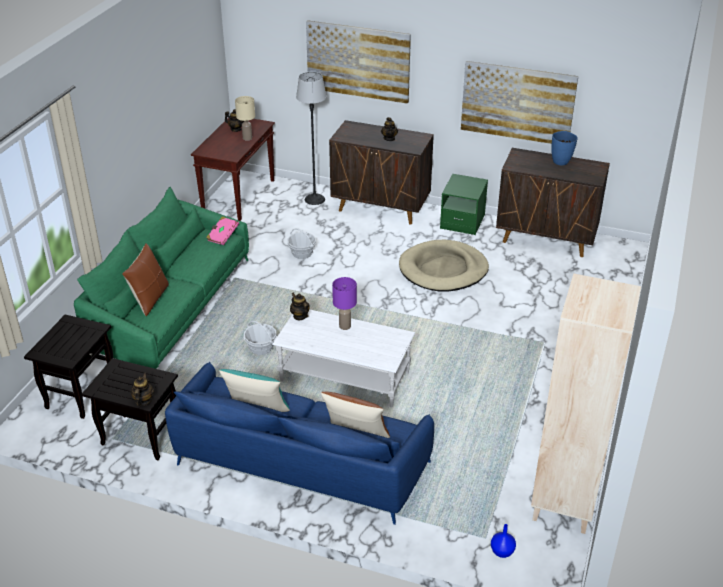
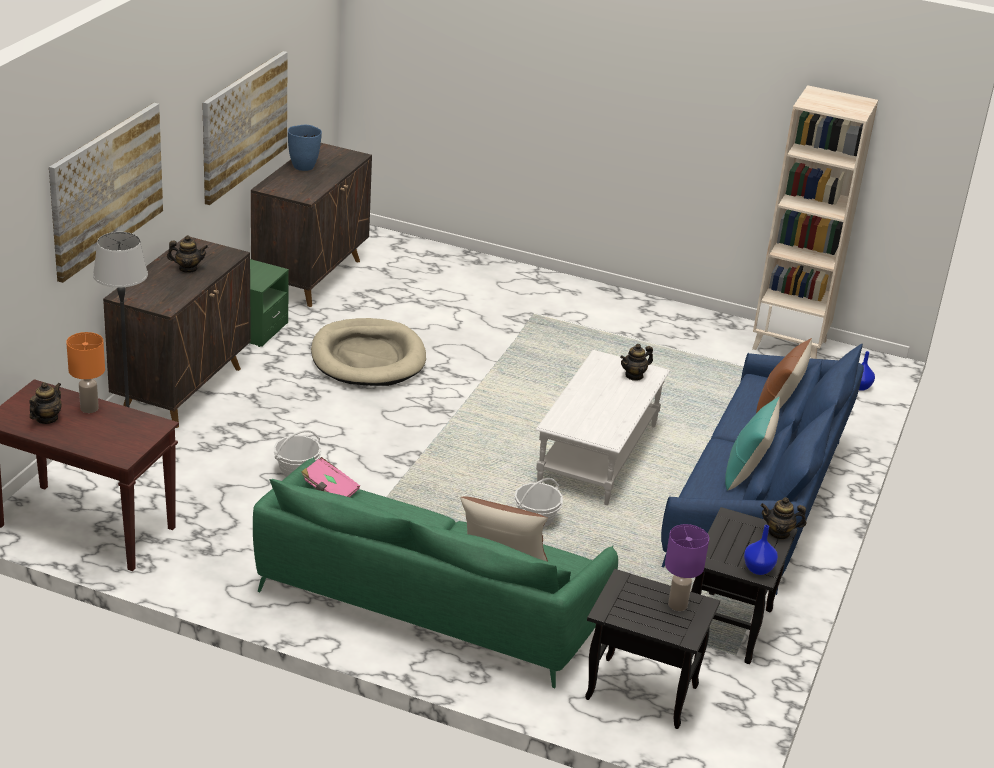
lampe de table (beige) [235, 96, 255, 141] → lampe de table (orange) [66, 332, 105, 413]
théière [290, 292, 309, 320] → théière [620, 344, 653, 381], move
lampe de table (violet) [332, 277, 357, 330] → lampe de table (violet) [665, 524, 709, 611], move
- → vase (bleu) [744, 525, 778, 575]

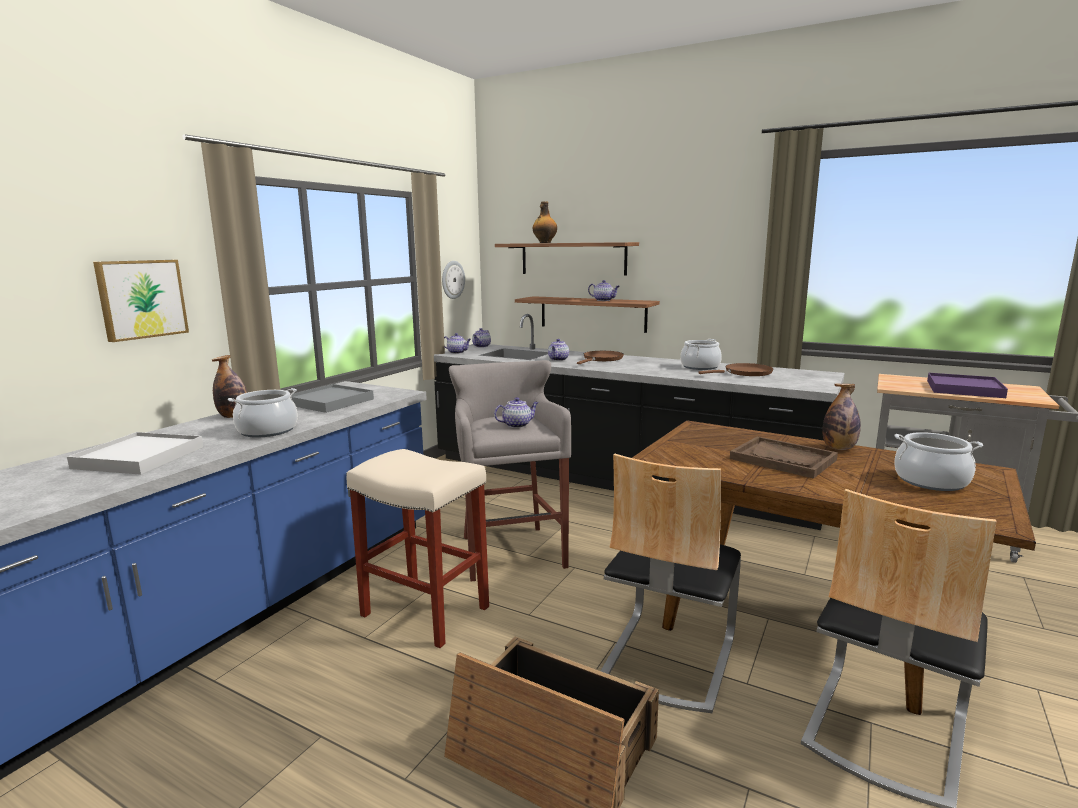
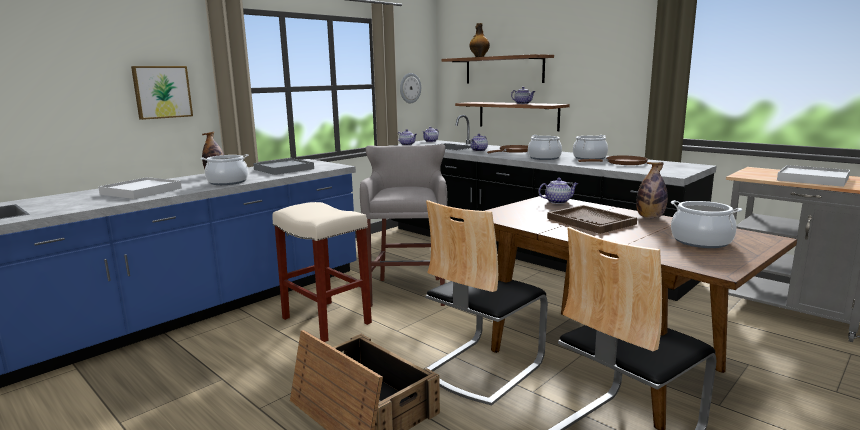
- → marmite [528, 135, 562, 160]
théière [494, 397, 539, 428] → théière [538, 178, 578, 204], move
plateau (violet) [927, 373, 1008, 398] → plateau (blanc) [777, 165, 850, 187]

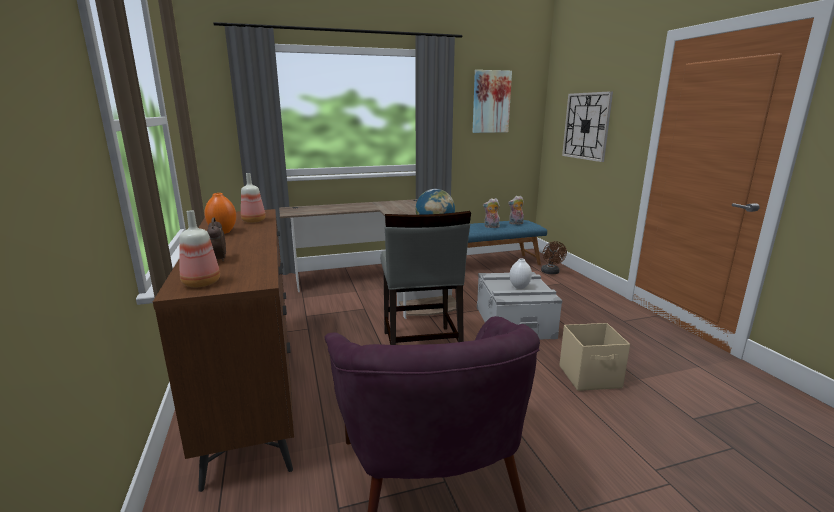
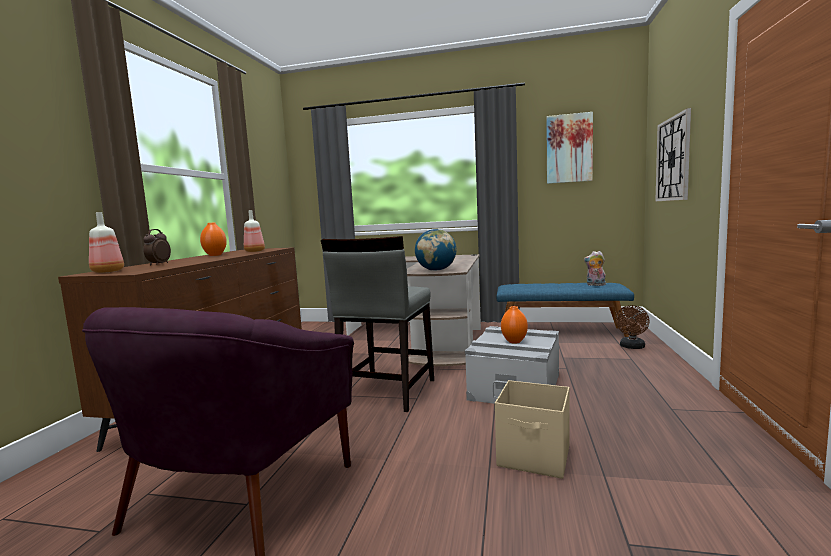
vase (blanc) [509, 259, 532, 289] → vase (orange) [501, 306, 528, 344]
peluche [483, 198, 500, 228] → -

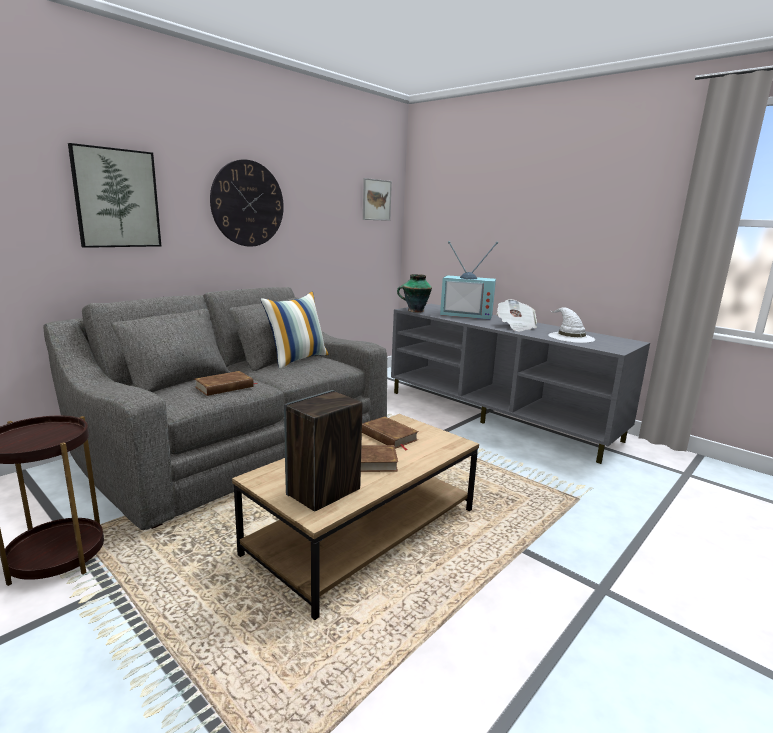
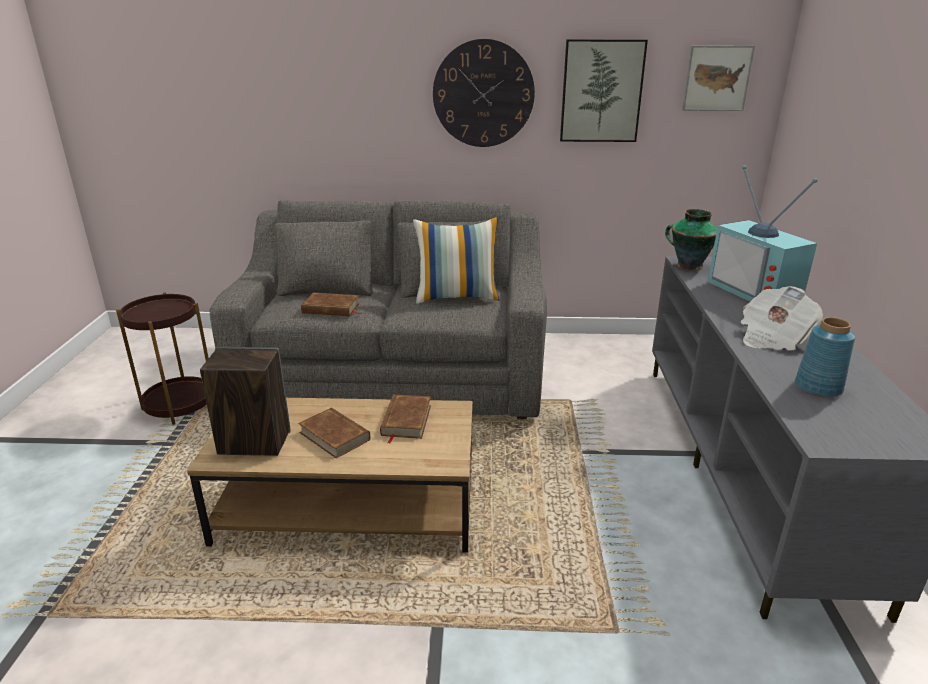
tableau [68, 143, 161, 248] → tableau [560, 39, 648, 142], move
chapeau (blanc) [548, 307, 595, 343] → vase (bleu) [795, 317, 855, 398]

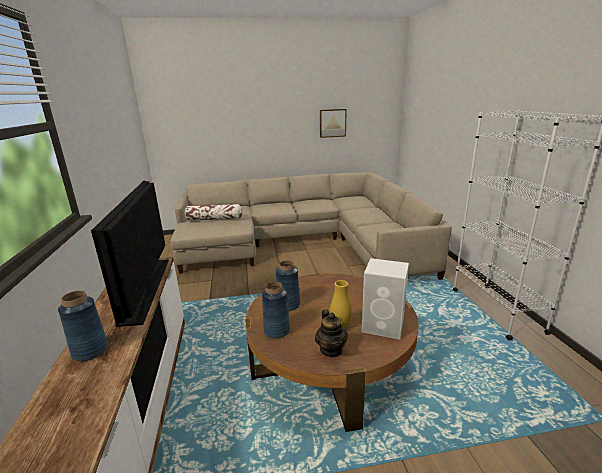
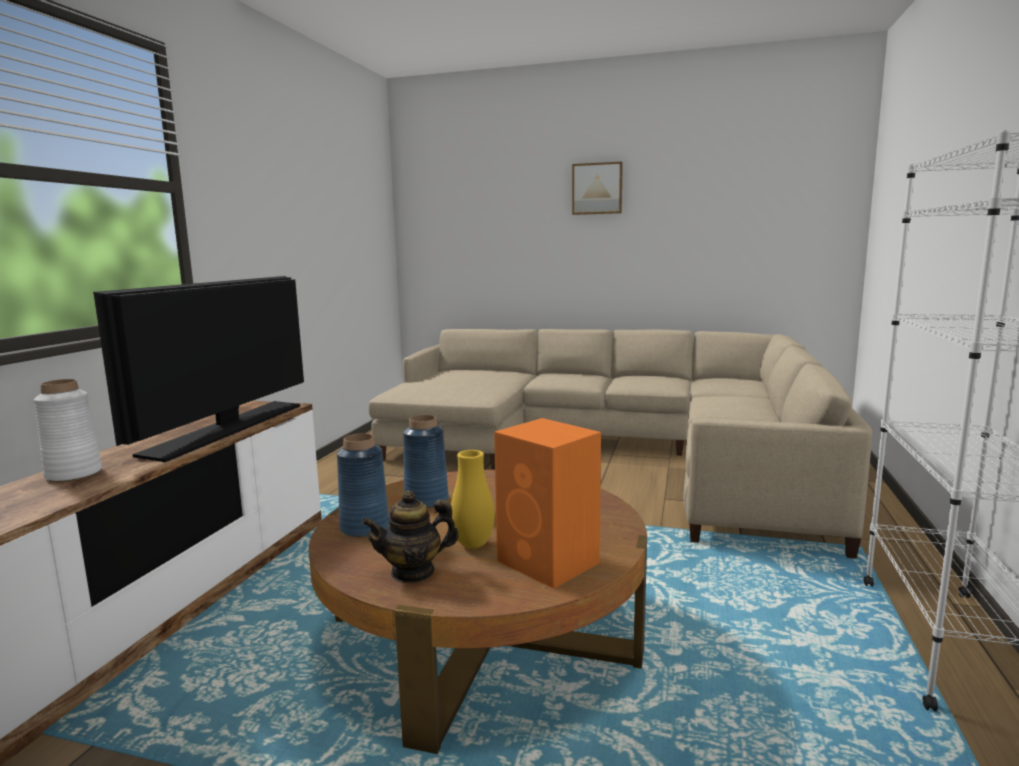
vase (bleu) [58, 291, 108, 361] → vase (blanc) [34, 379, 102, 482]
théière [315, 309, 348, 357] → théière [362, 490, 459, 583], 60 degrees clockwise
enceinte (blanc) [362, 258, 409, 340] → enceinte (orange) [494, 418, 601, 589]
tableau [320, 109, 347, 138] → tableau [572, 162, 623, 215], move
coussin [185, 204, 242, 221] → -

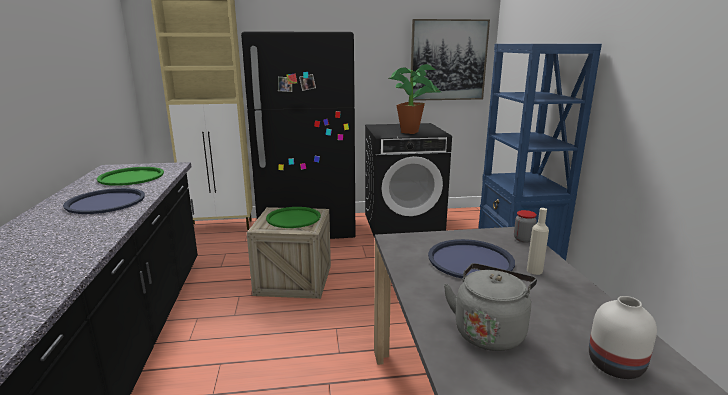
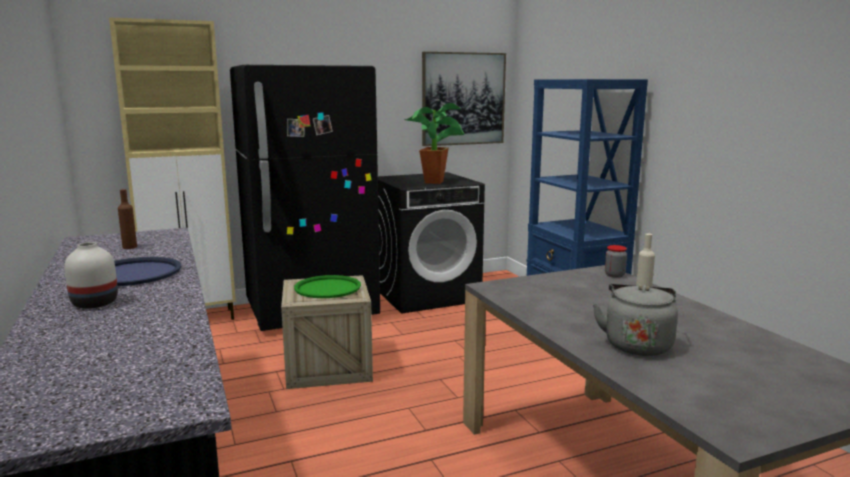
vase (blanc) [589, 296, 657, 379] → vase (blanc) [64, 242, 118, 309], move
plateau (vert) [97, 167, 164, 186] → bouteille (marron) [118, 189, 137, 249]
plateau (bleu) [428, 239, 515, 279] → -

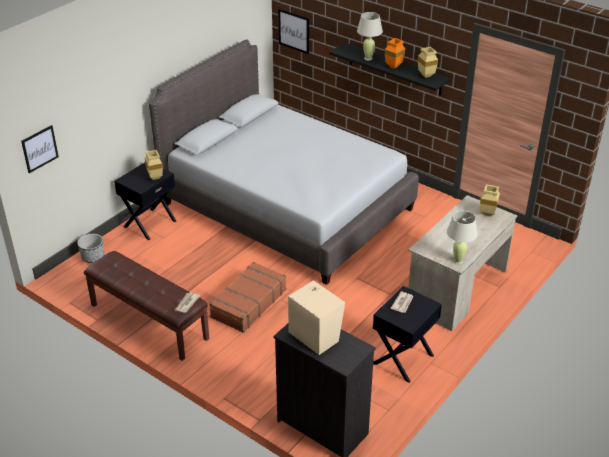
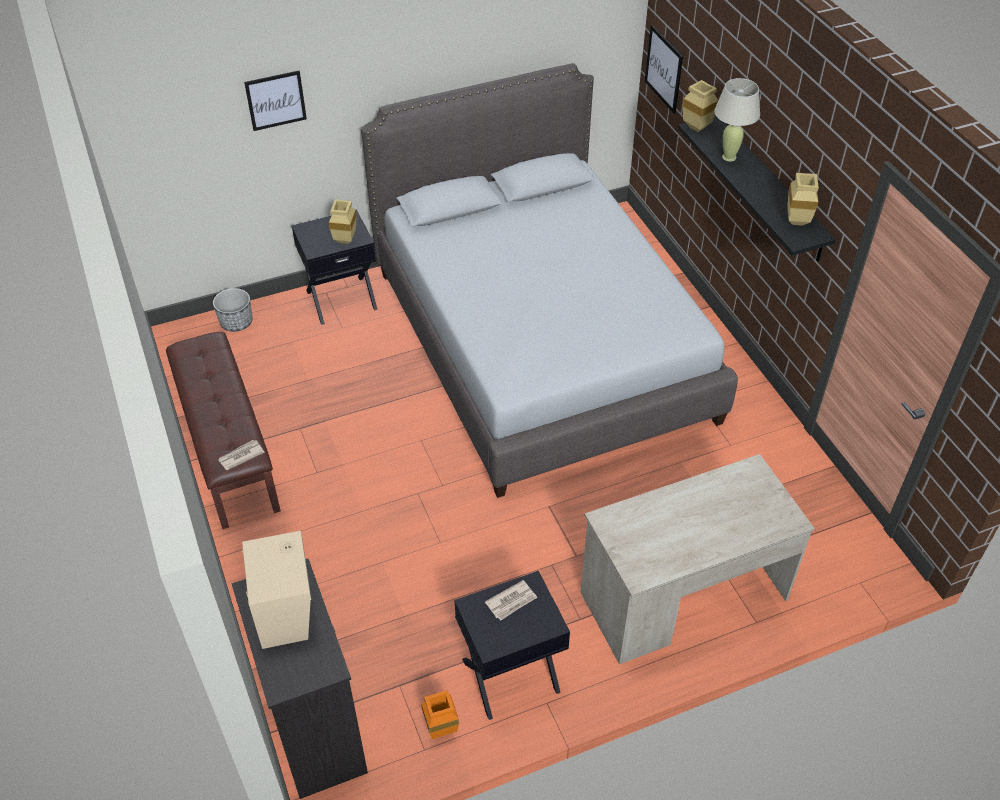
tableau [21, 125, 59, 173] → tableau [244, 71, 307, 131], move
vase (orange) [385, 38, 405, 69] → vase (orange) [421, 690, 459, 739], move
vase (beige) [480, 184, 500, 216] → vase (beige) [683, 80, 718, 132], move
valise (marron) [209, 262, 286, 333] → -
lampe de table (beige) [447, 211, 478, 264] → -

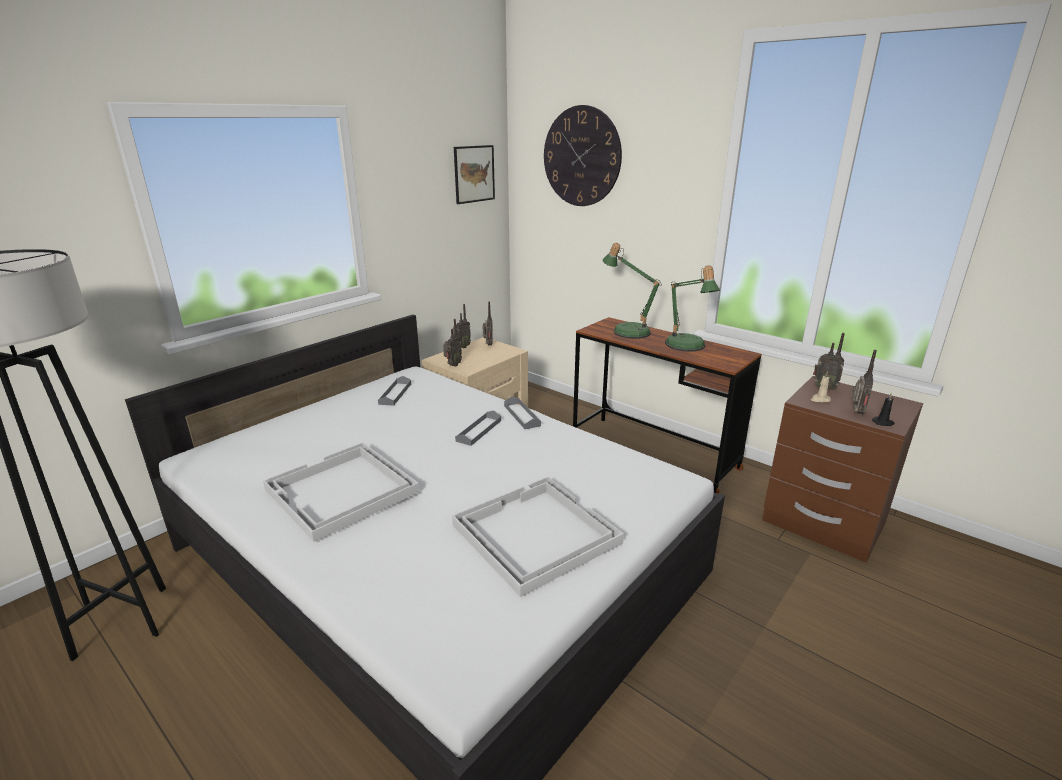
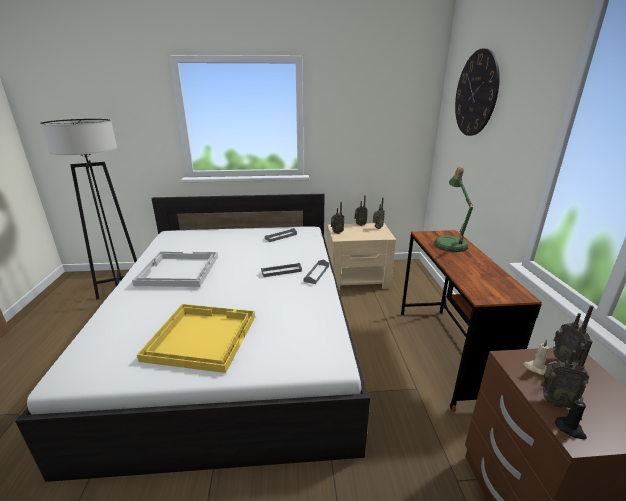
plateau (blanc) [452, 477, 624, 597] → plateau (jaune) [137, 304, 255, 373]
radio [852, 350, 877, 415] → radio [541, 339, 593, 408], 45 degrees clockwise
tableau [454, 145, 495, 204] → -
lampe de table [665, 265, 720, 351] → -

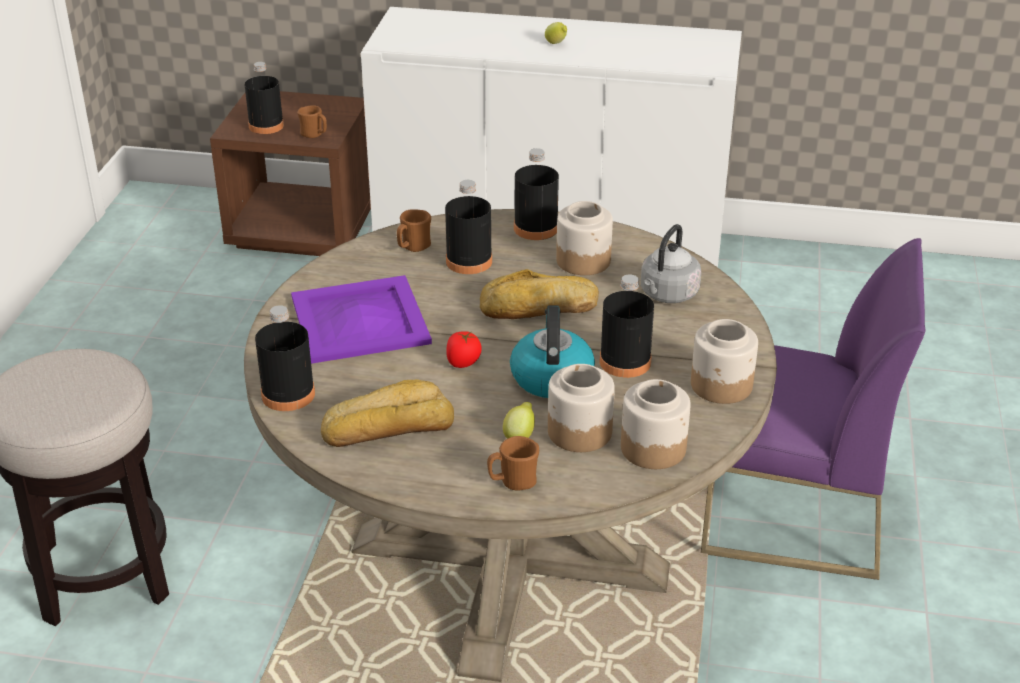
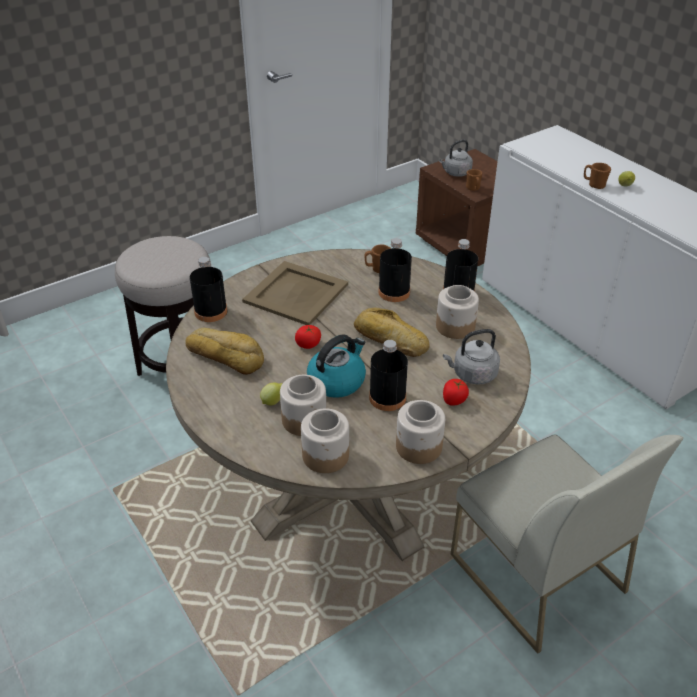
plateau (violet) [291, 275, 432, 364] → plateau (beige) [242, 261, 348, 325]
bouteille (noir) [244, 62, 284, 134] → bouilloire (gris) [439, 140, 473, 177]
- → tomate [443, 379, 469, 406]
chaise (violet) [701, 238, 926, 580] → chaise (blanc) [451, 434, 684, 654]
mug (marron) [487, 436, 539, 491] → mug (marron) [584, 163, 611, 189], move

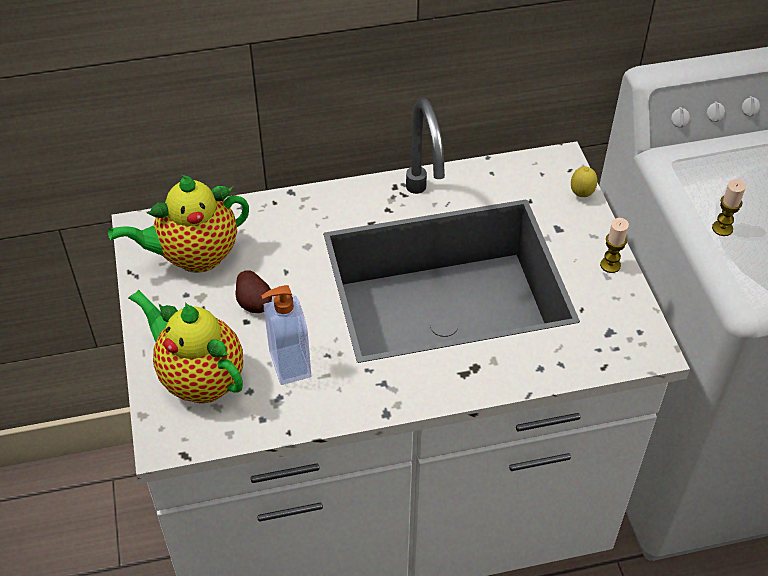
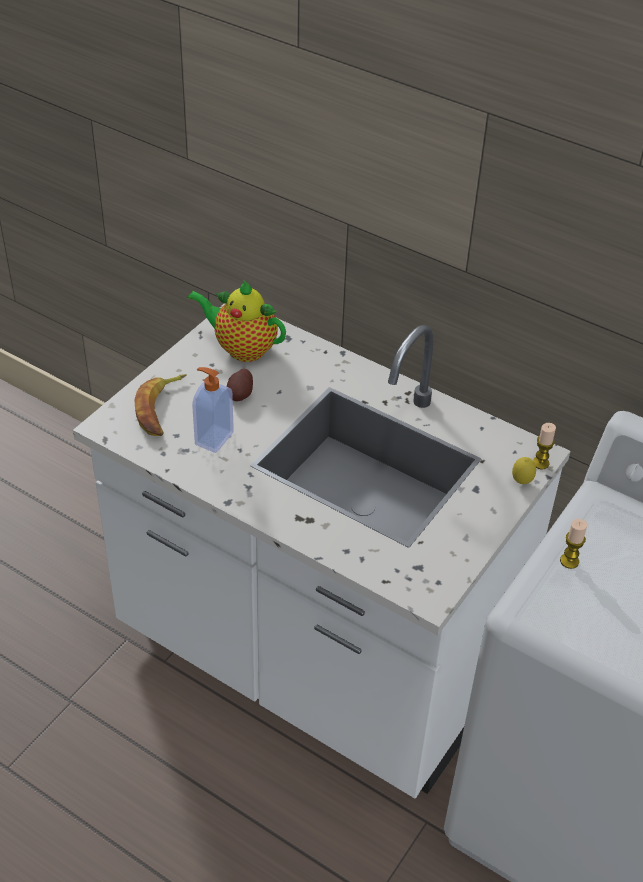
théière [128, 290, 243, 403] → banane [134, 374, 186, 436]
bougie [600, 218, 629, 273] → bougie [533, 423, 556, 469], move

